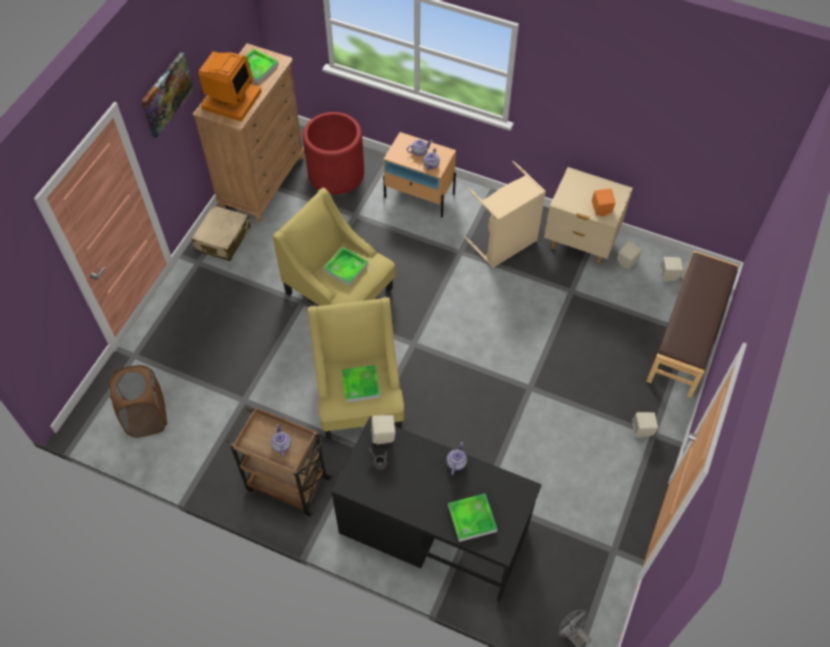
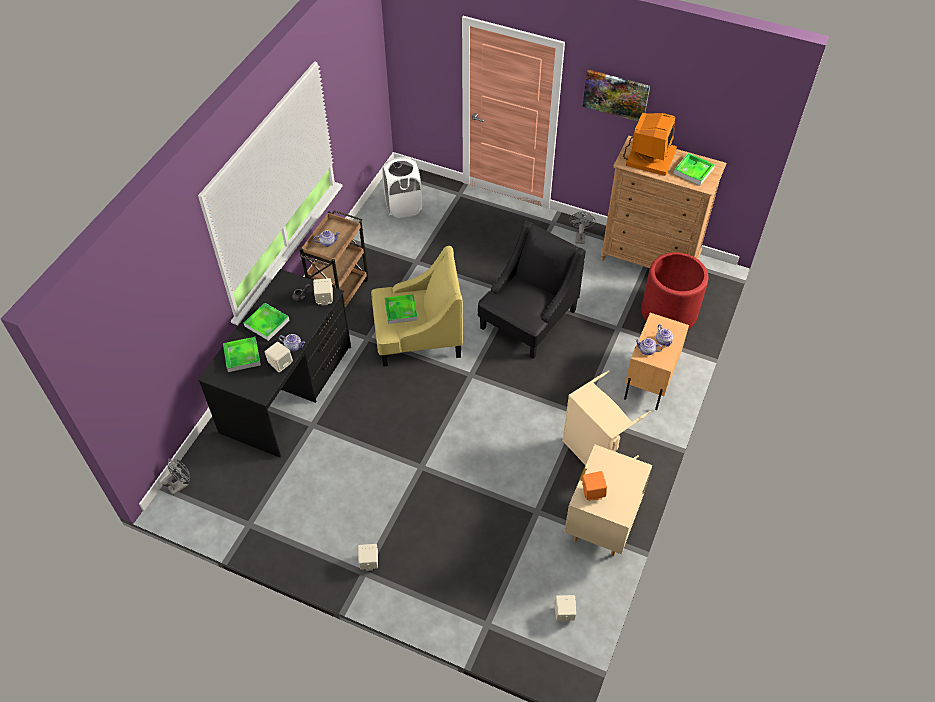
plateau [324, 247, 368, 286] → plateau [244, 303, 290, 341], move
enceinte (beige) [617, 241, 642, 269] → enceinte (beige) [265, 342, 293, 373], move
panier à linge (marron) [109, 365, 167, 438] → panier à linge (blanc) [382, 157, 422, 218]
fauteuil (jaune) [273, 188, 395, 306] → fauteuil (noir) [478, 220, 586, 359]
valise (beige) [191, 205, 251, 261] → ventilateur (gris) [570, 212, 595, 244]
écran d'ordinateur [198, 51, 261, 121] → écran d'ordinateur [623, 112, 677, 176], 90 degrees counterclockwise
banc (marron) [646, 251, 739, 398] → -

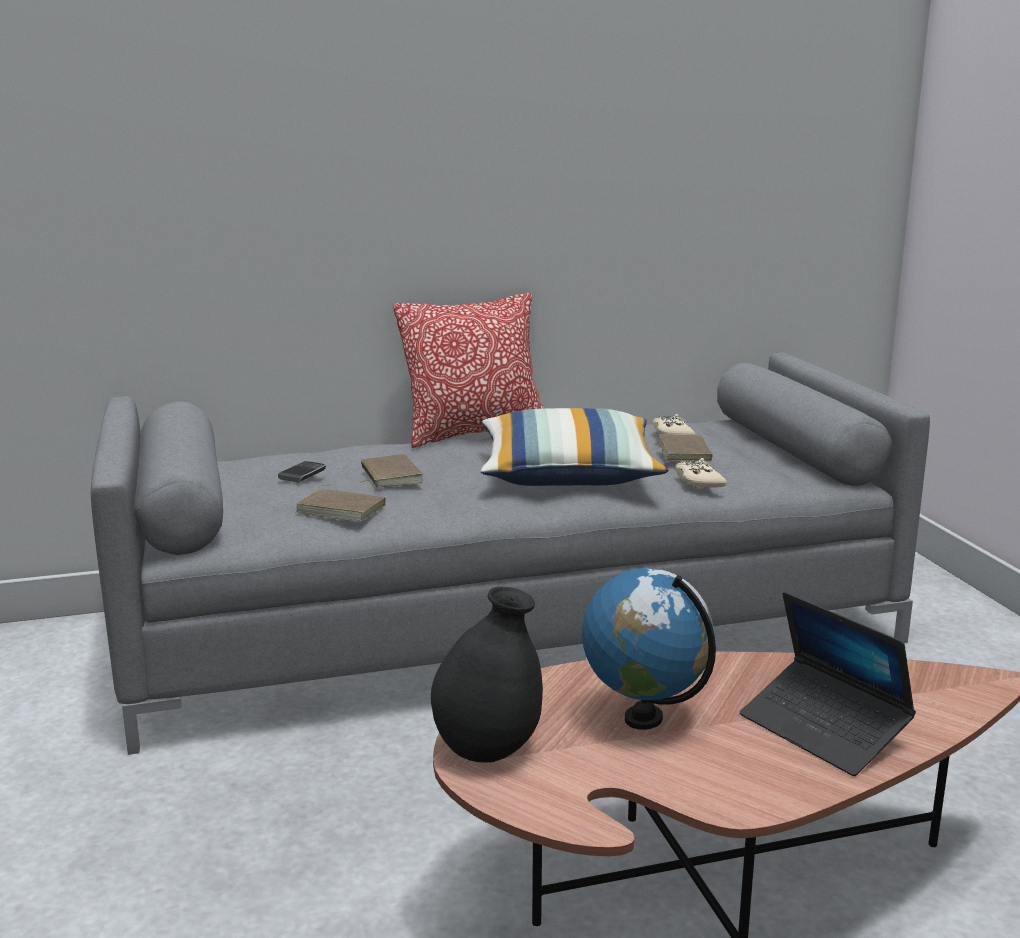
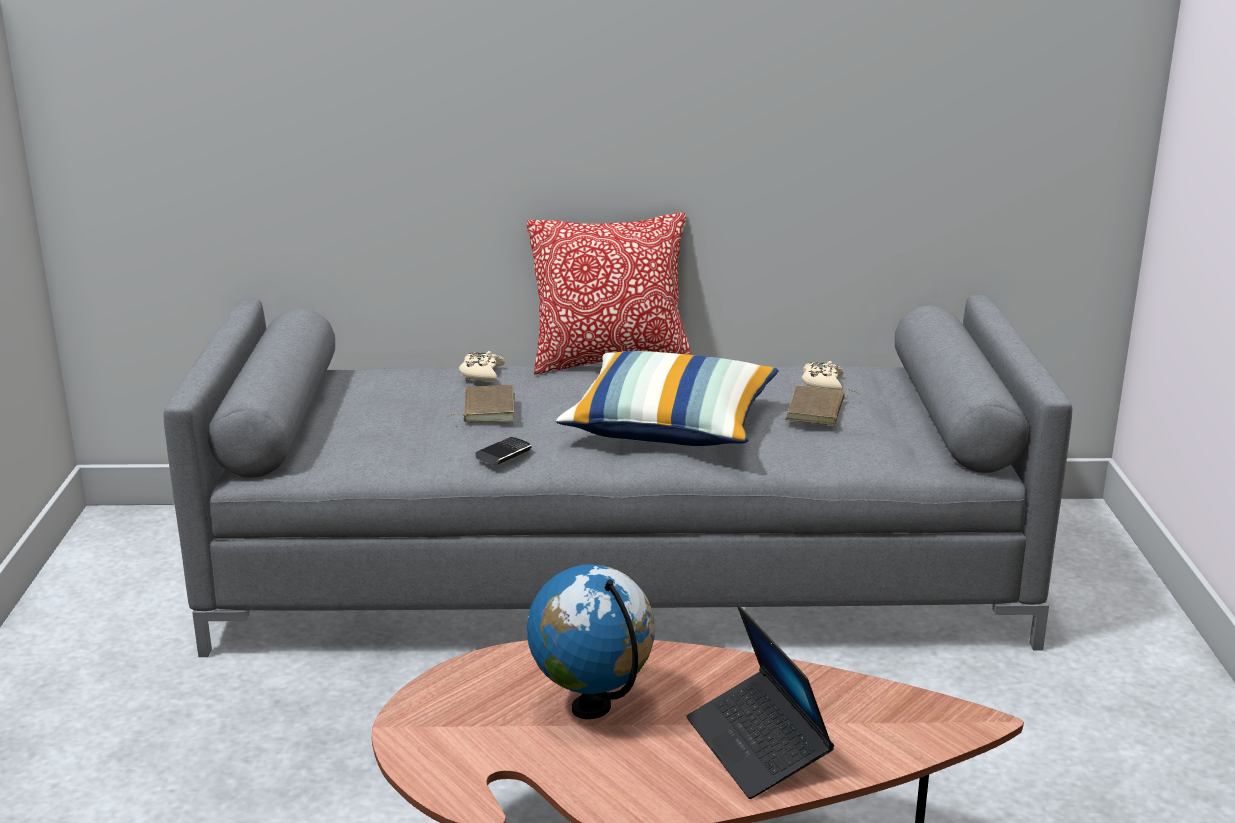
manette (beige) [675, 458, 727, 489] → manette (beige) [459, 351, 505, 381], move
téléphone [278, 461, 326, 483] → téléphone [475, 437, 532, 466], move
livre (marron) [295, 485, 386, 522] → -
vase (noir) [431, 587, 543, 763] → -

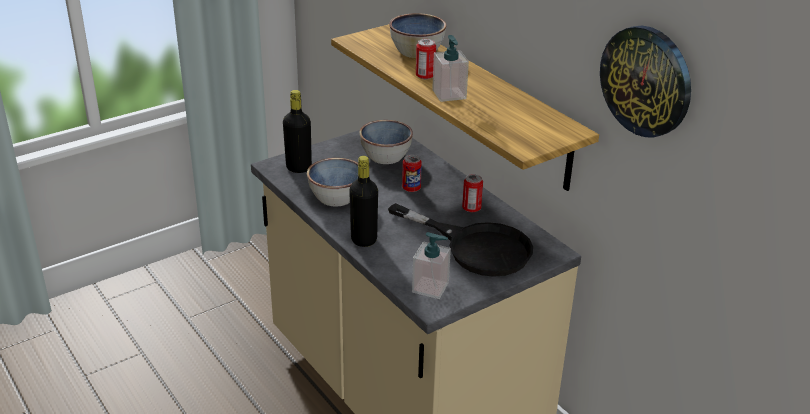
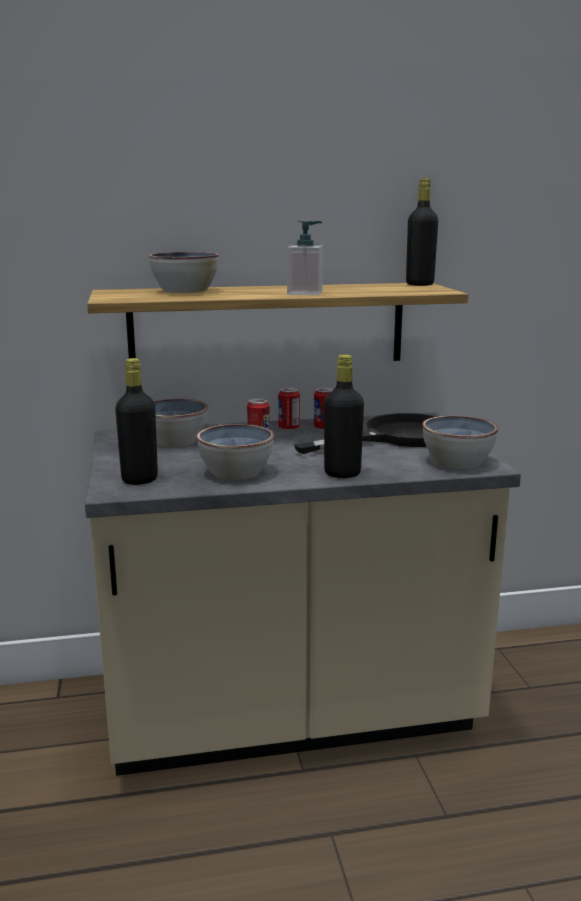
boîte métallique [416, 39, 436, 79] → boîte métallique [278, 387, 300, 431], move
- → bouteille (noir) [406, 178, 438, 286]
distributeur de savon [412, 232, 451, 299] → bol [422, 416, 498, 469]
horloge murale [600, 25, 691, 137] → -

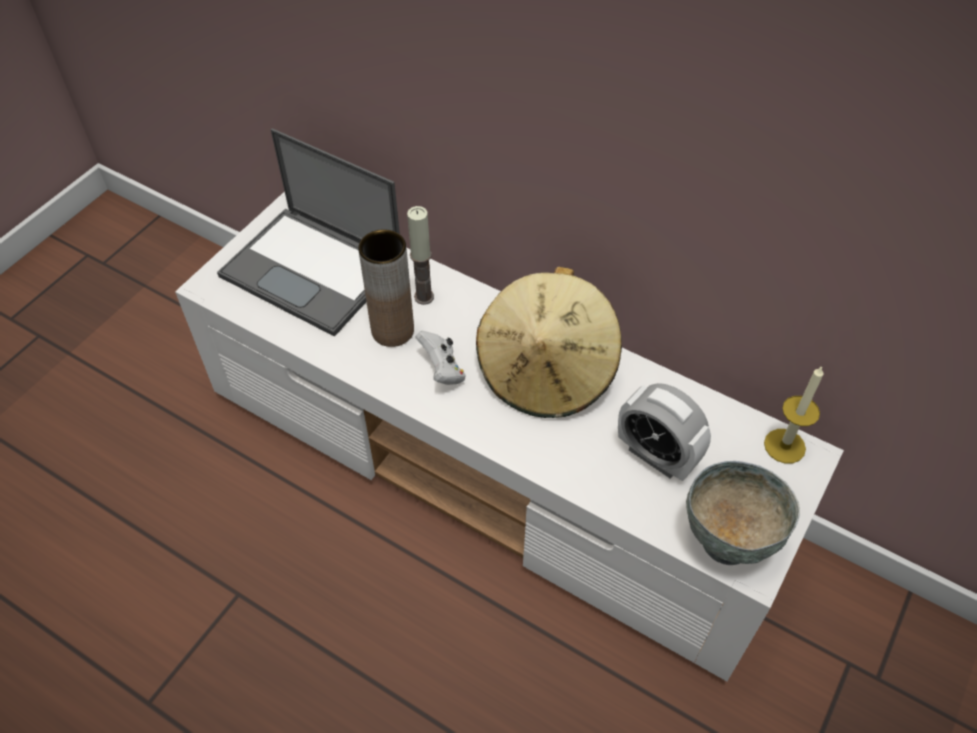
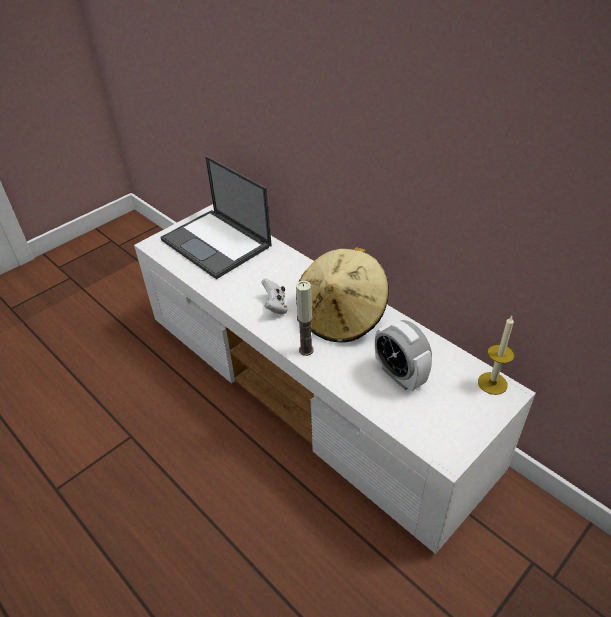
bougie [407, 206, 434, 305] → bougie [296, 281, 314, 356], move
vase (marron) [358, 229, 414, 347] → -
bol (gris) [686, 461, 800, 565] → -

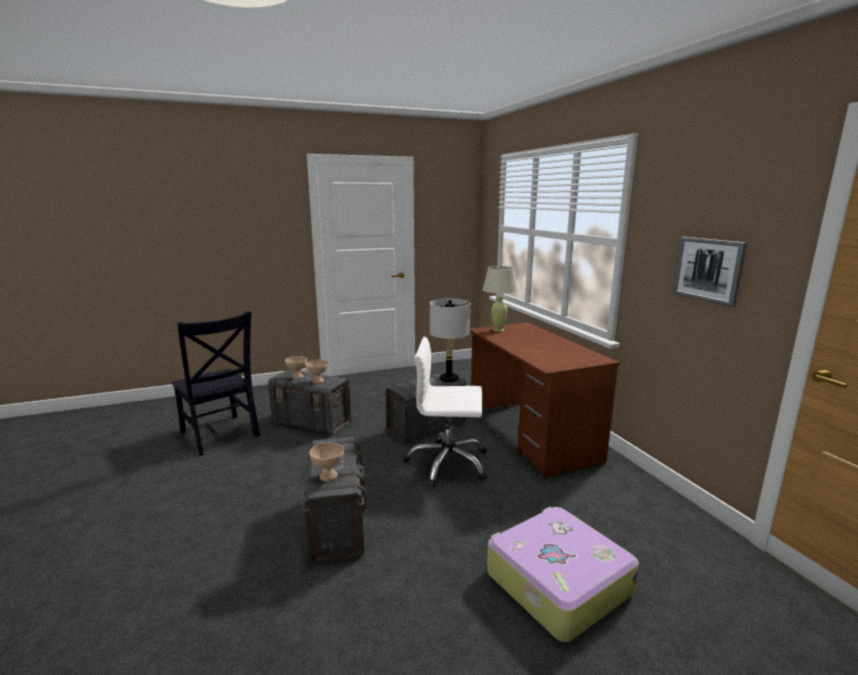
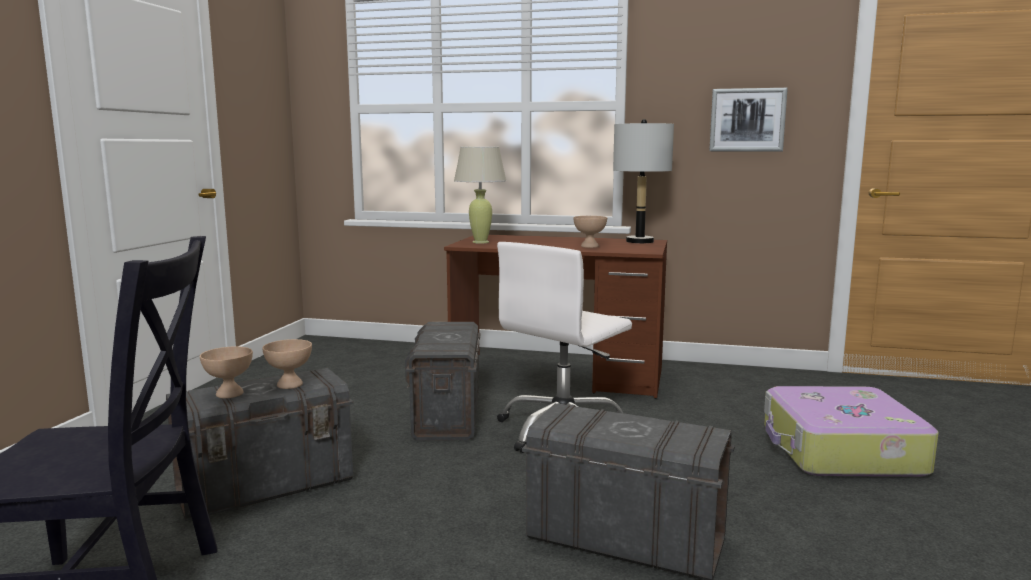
bol (beige) [309, 442, 344, 481] → bol (beige) [573, 216, 607, 248], move
lampe de table (gris) [430, 299, 470, 382] → lampe de table (gris) [613, 119, 674, 243], move

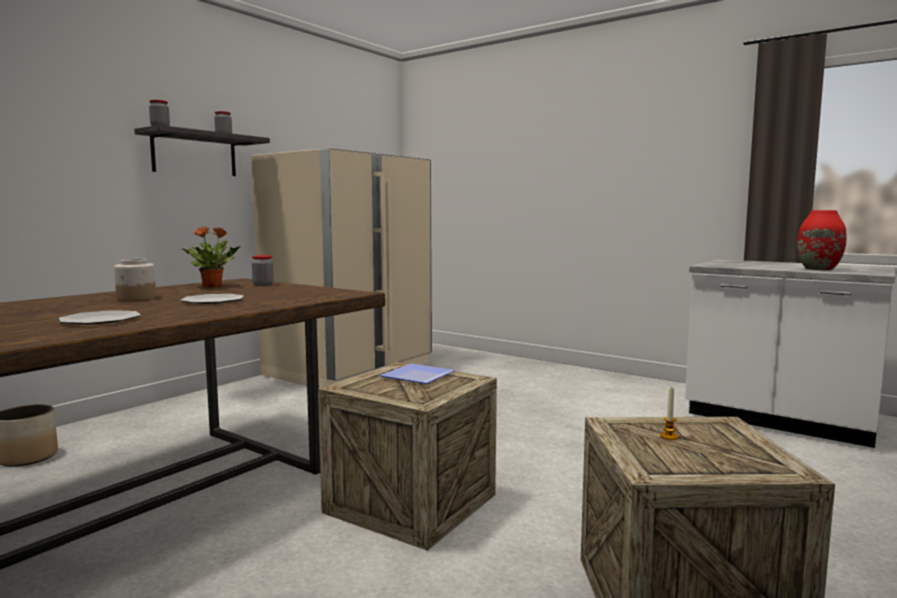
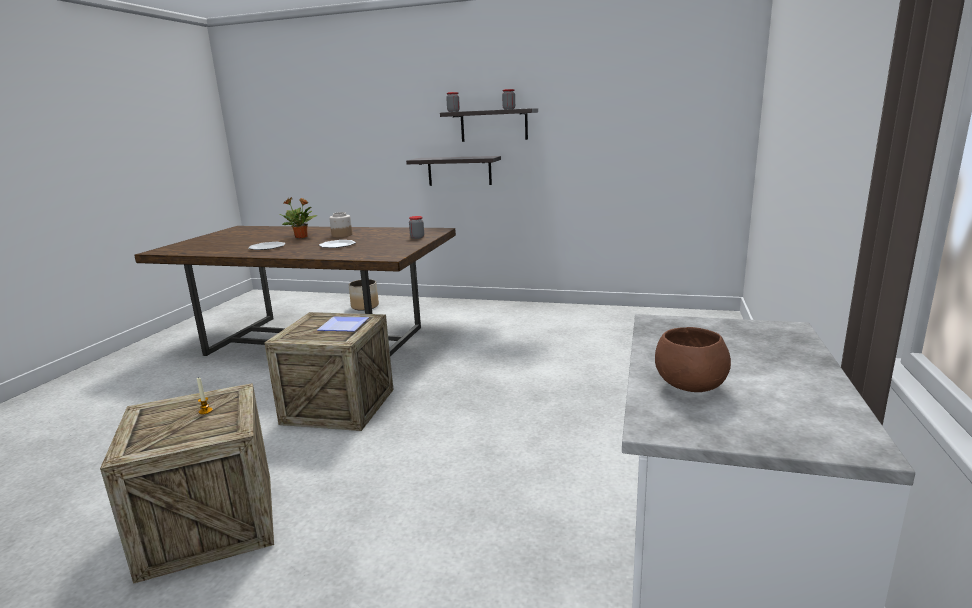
plante en pot [180, 226, 241, 288] → plante en pot [279, 197, 317, 238], move
- → étagère [406, 156, 501, 186]
vase (rouge) [797, 210, 847, 270] → bol (marron) [655, 327, 731, 392]
réfrigérateur (beige) [251, 148, 432, 388] → -

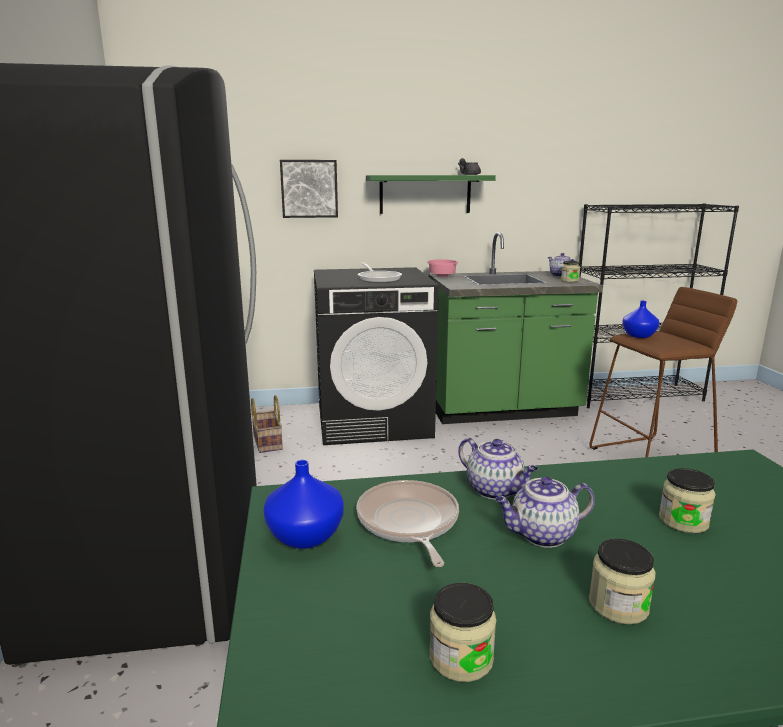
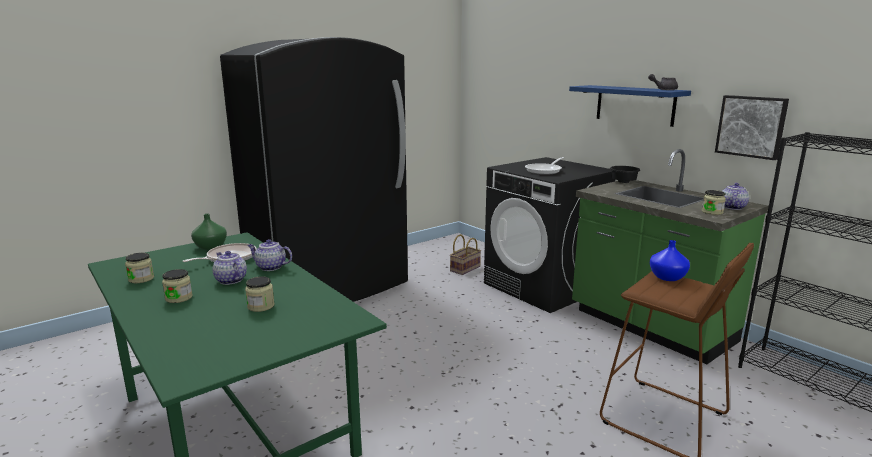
vase (bleu) [263, 460, 344, 549] → vase (vert) [191, 214, 227, 250]
théière [458, 438, 538, 499] → théière [247, 239, 292, 271], 90 degrees clockwise
étagère (vert) [366, 175, 496, 214] → étagère (bleu) [569, 85, 691, 127]
bol (rose) [427, 259, 458, 277] → bol (noir) [610, 166, 640, 183]
tableau [280, 160, 338, 218] → tableau [715, 95, 789, 160], move

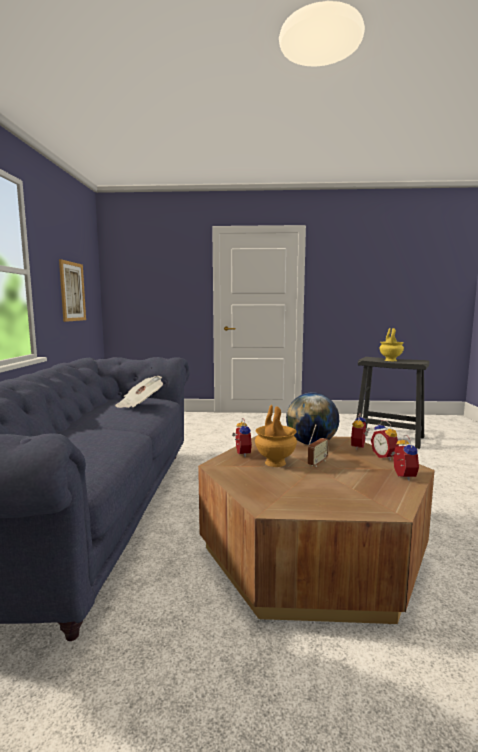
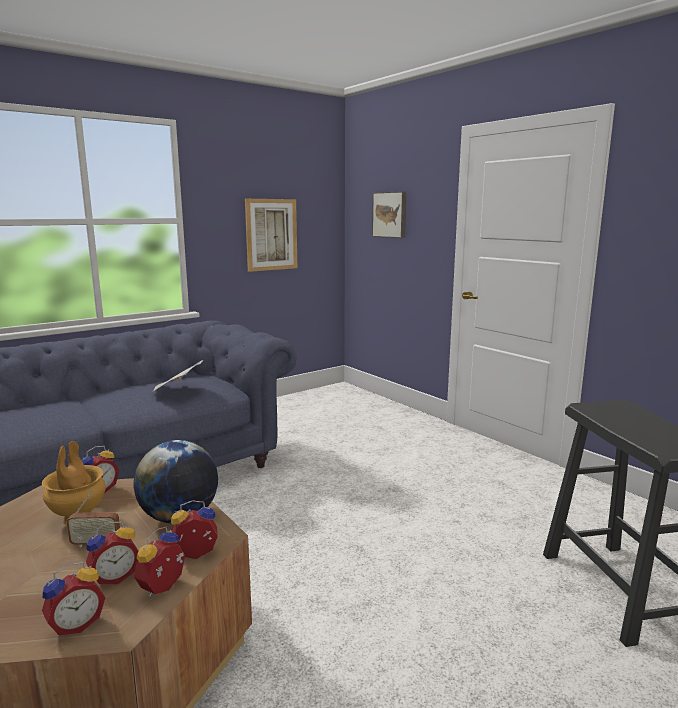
- → réveil [86, 521, 138, 585]
- → tableau [372, 191, 407, 238]
vase (jaune) [379, 328, 404, 361] → -

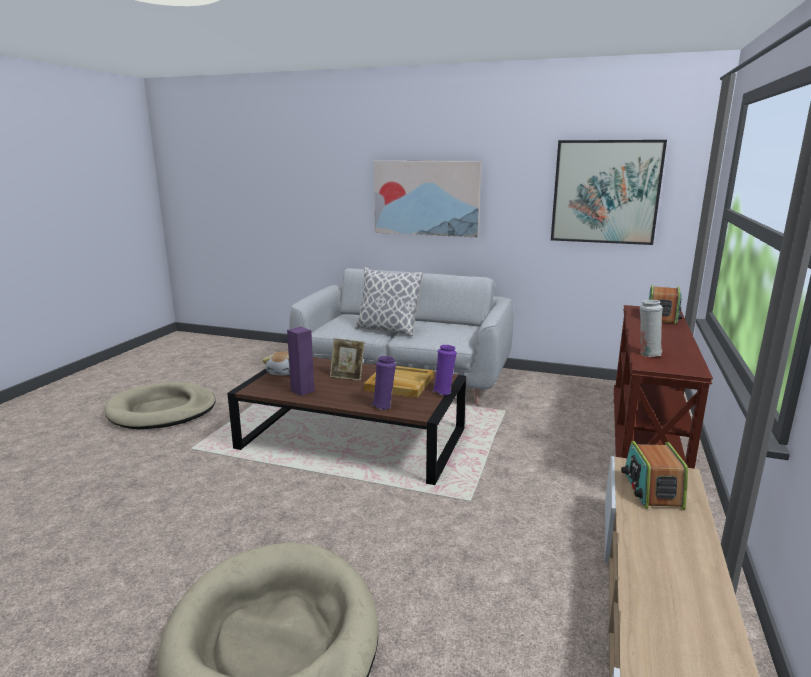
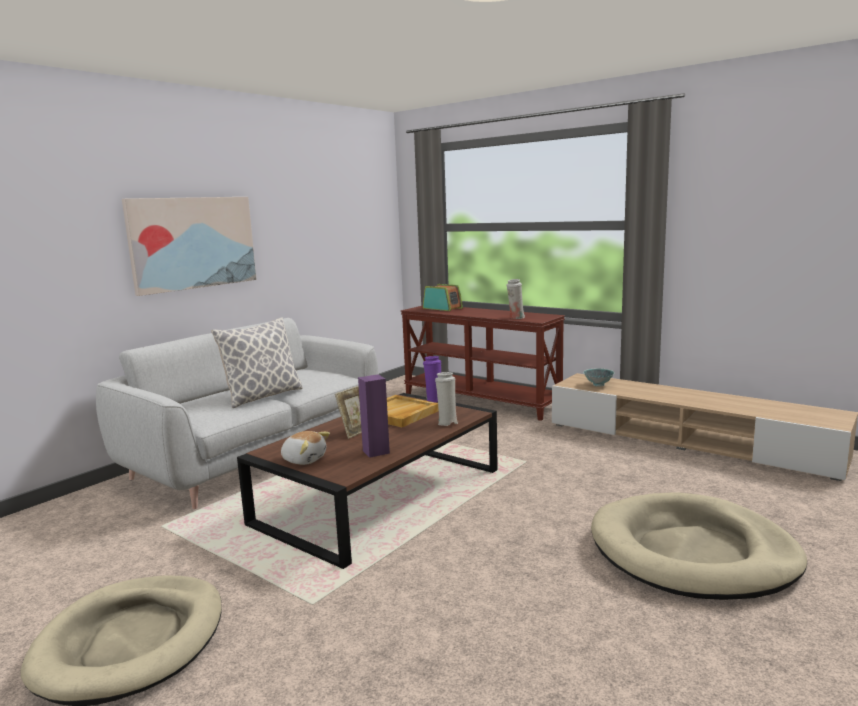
vase (violet) [371, 356, 396, 410] → vase (blanc) [435, 372, 458, 426]
radio [621, 441, 688, 510] → bol [583, 368, 615, 387]
tableau [551, 140, 667, 245] → -

